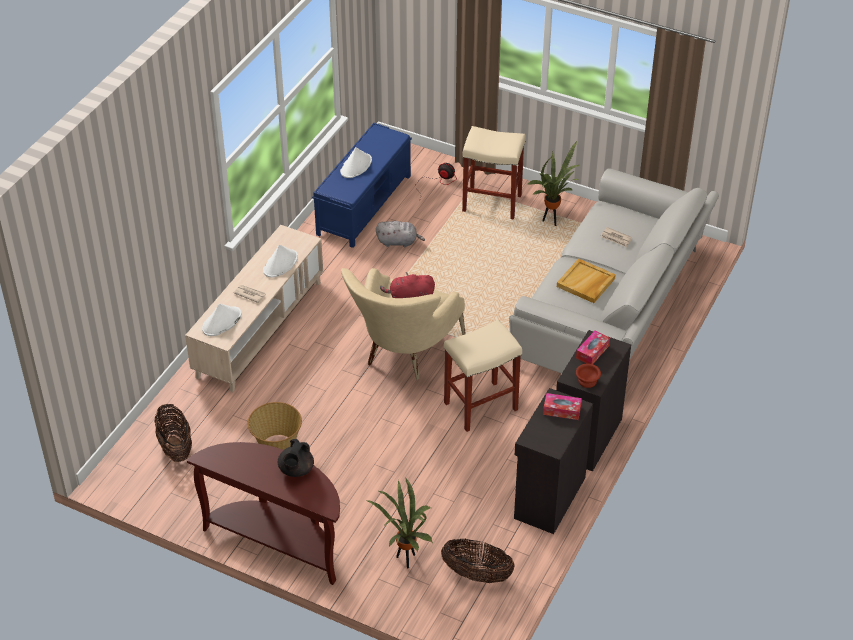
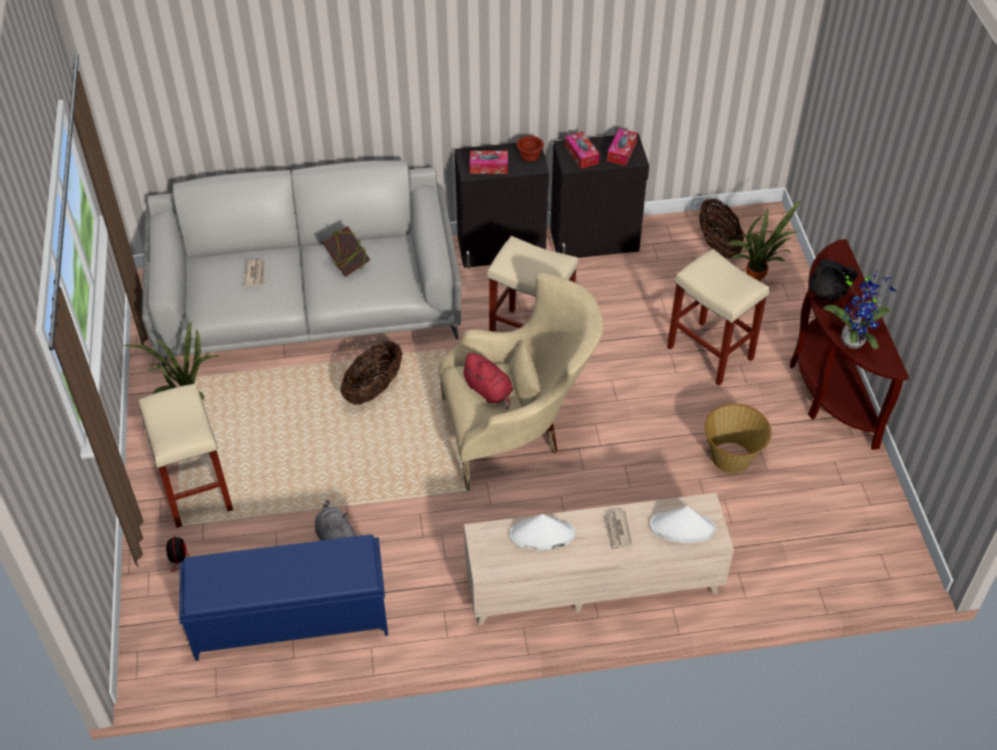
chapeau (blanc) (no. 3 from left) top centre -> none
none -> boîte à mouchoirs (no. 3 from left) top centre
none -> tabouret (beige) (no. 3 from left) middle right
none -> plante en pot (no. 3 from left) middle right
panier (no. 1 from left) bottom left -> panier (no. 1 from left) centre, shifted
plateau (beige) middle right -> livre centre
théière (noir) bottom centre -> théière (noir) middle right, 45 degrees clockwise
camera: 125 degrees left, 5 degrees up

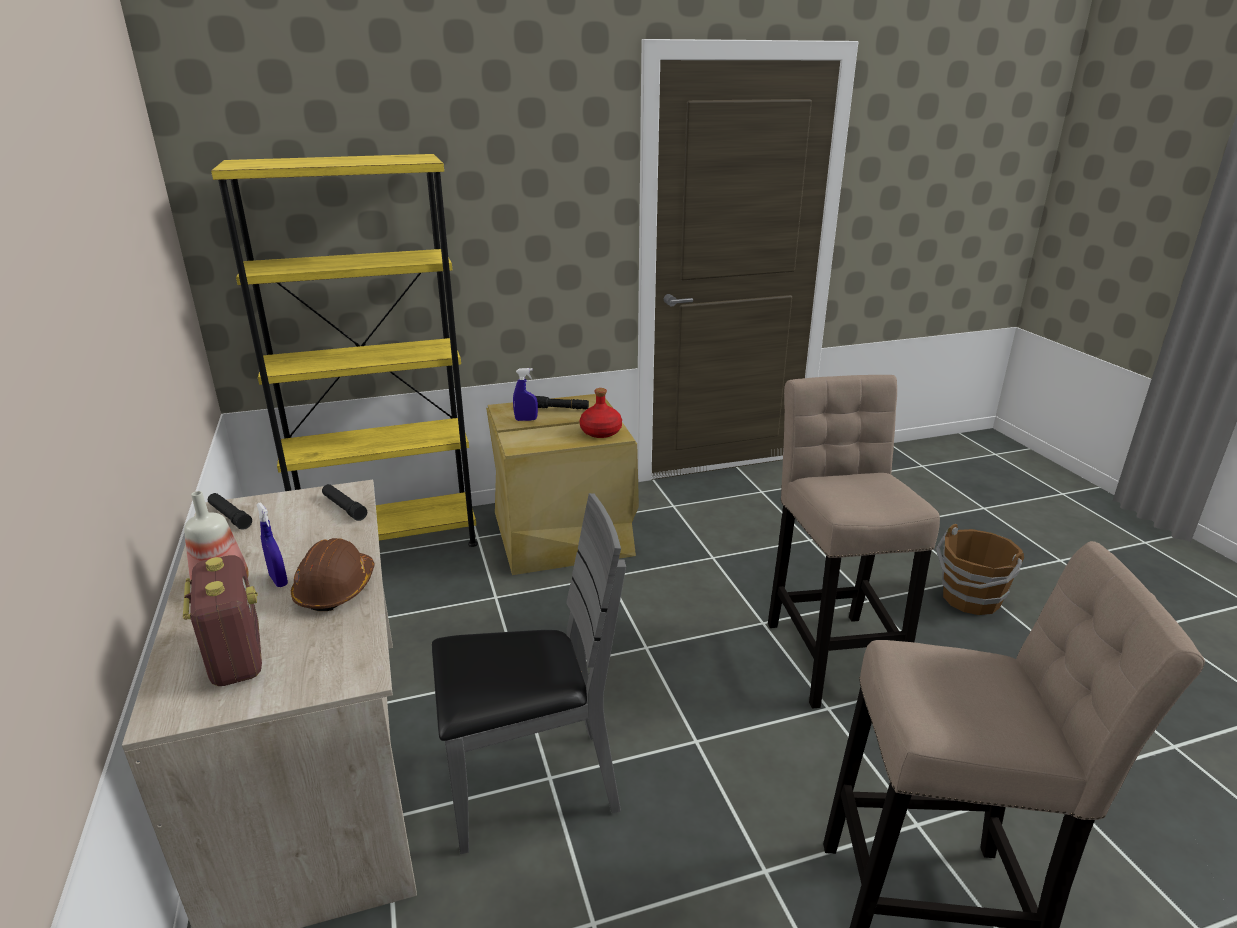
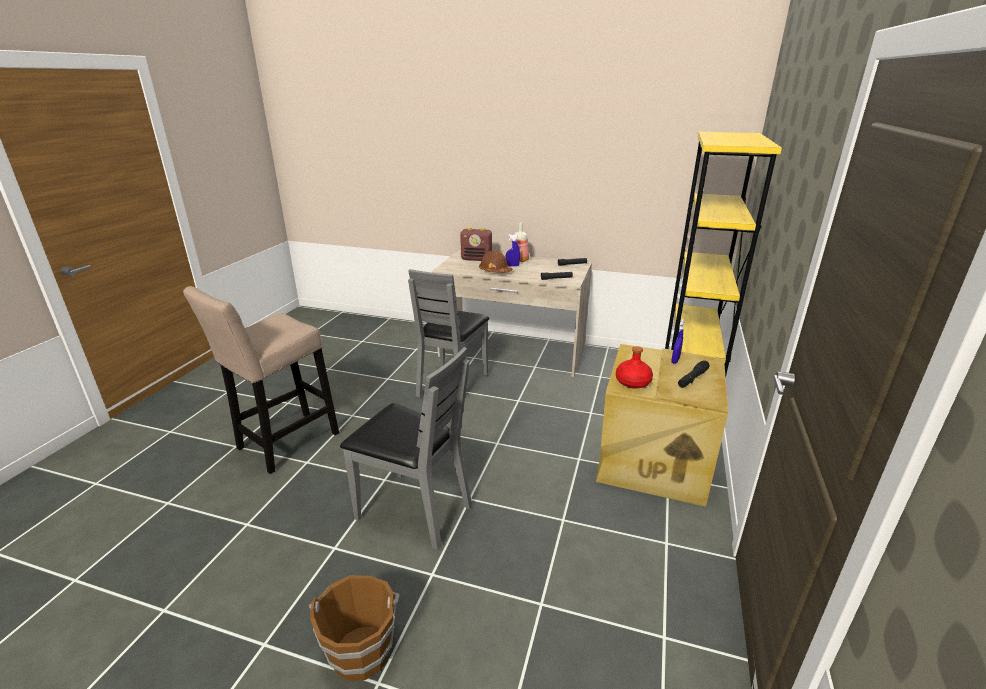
tabouret (beige) (no. 1 from left) middle right -> chaise (gris) (no. 1 from left) centre
camera: 125 degrees right, 0 degrees up

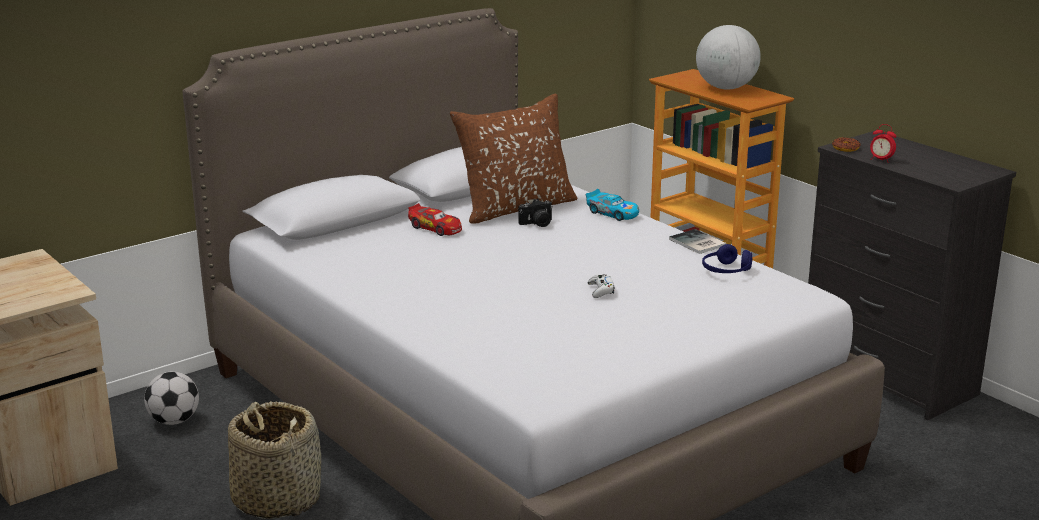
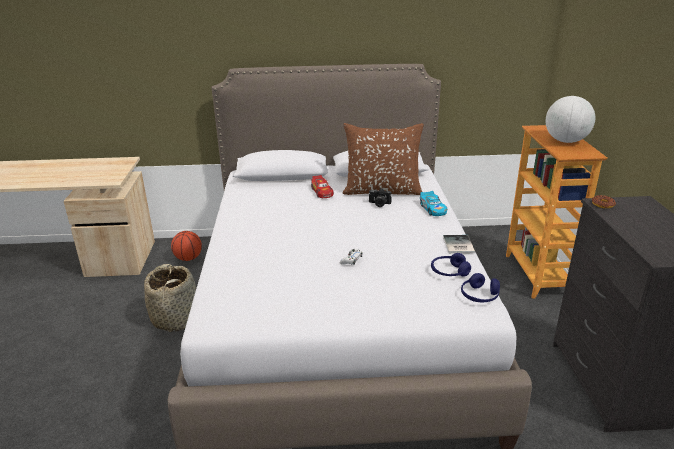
réveil top right -> none
none -> casque audio (bleu) (no. 2 from left) middle right
ballon de foot bottom left -> ballon de basket middle left
camera: 35 degrees right, 5 degrees up

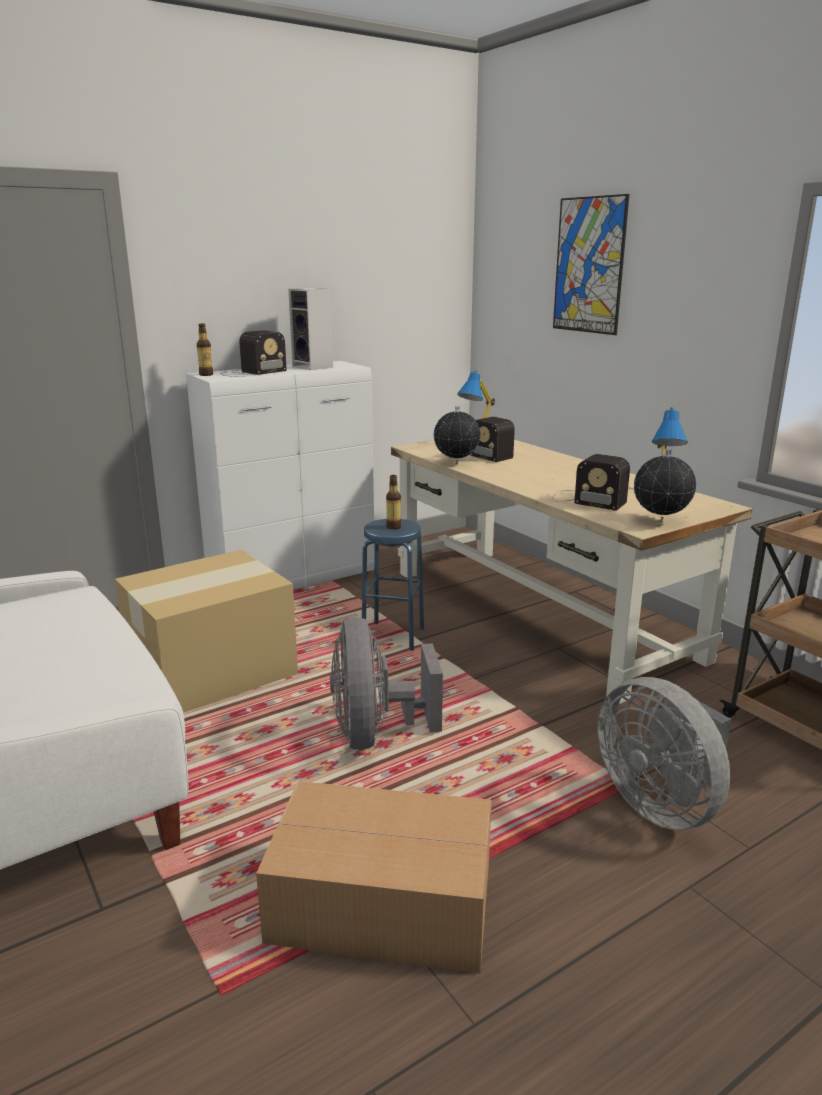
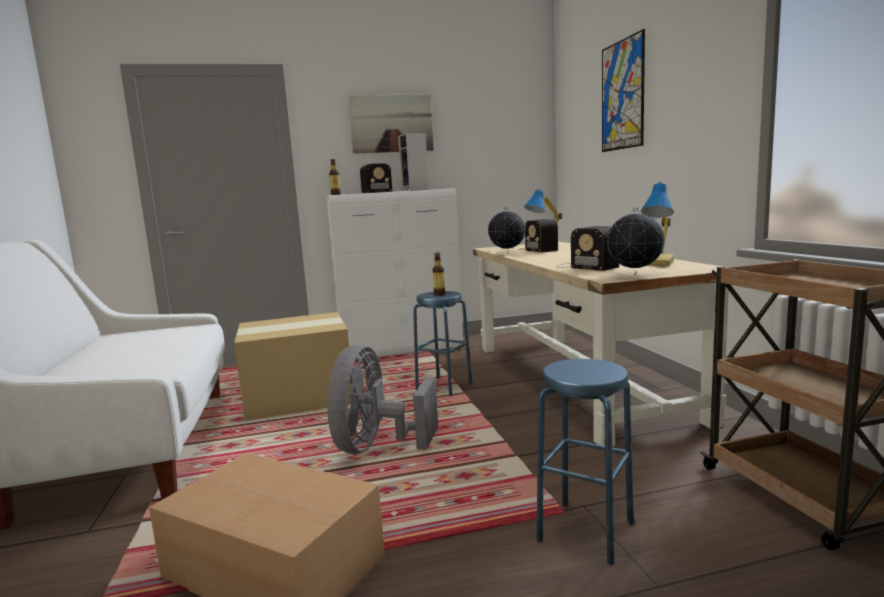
none -> tableau (no. 1 from left) top centre
ventilateur (gris) (no. 2 from left) bottom right -> tabouret (bleu) (no. 2 from left) bottom centre
camera: 20 degrees right, 10 degrees down

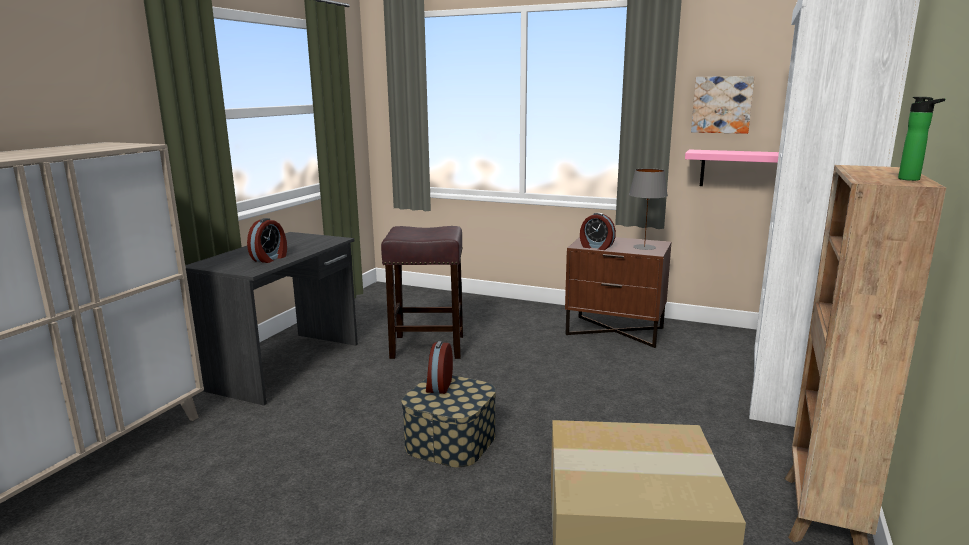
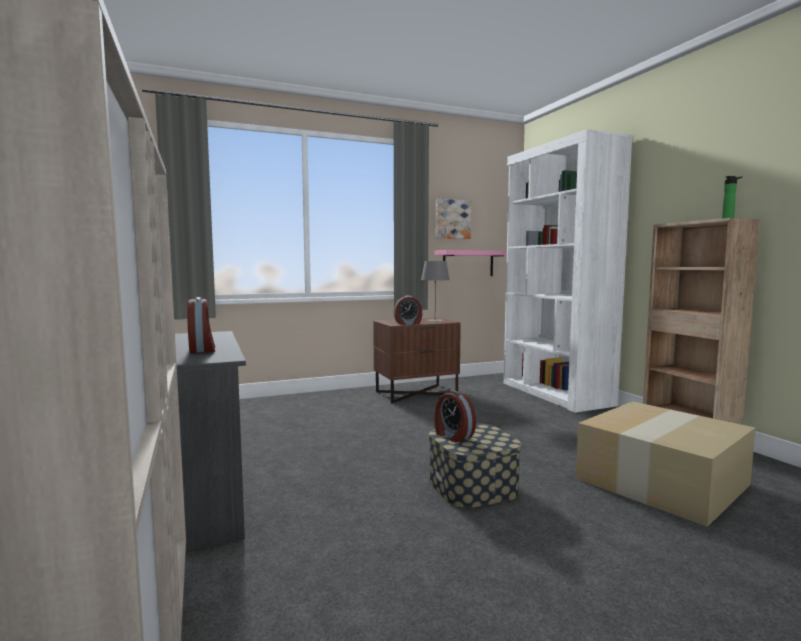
tabouret (marron) centre -> none
camera: 45 degrees left, 10 degrees down

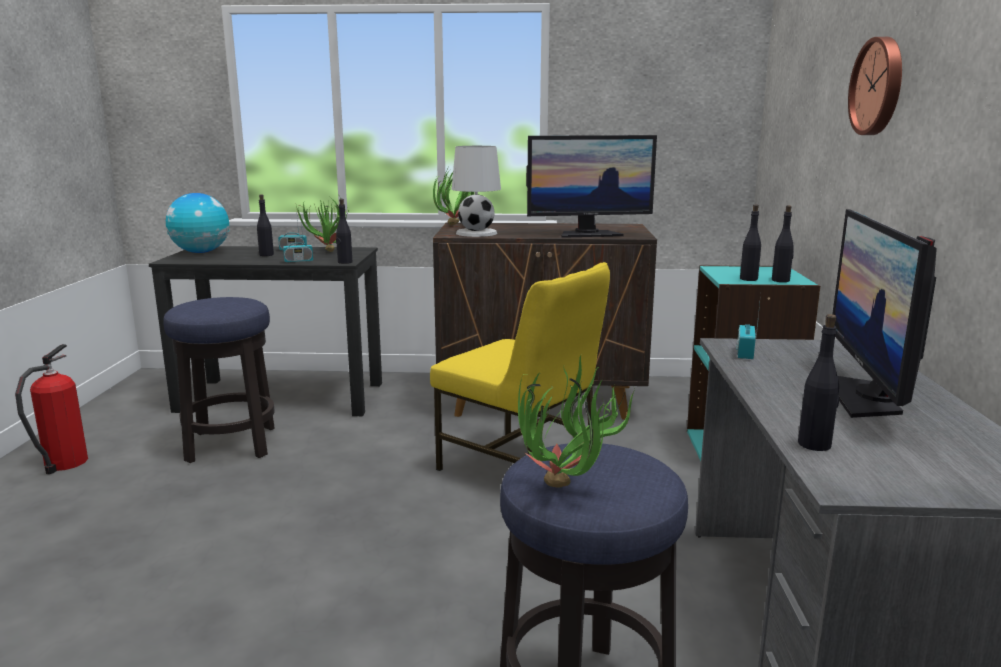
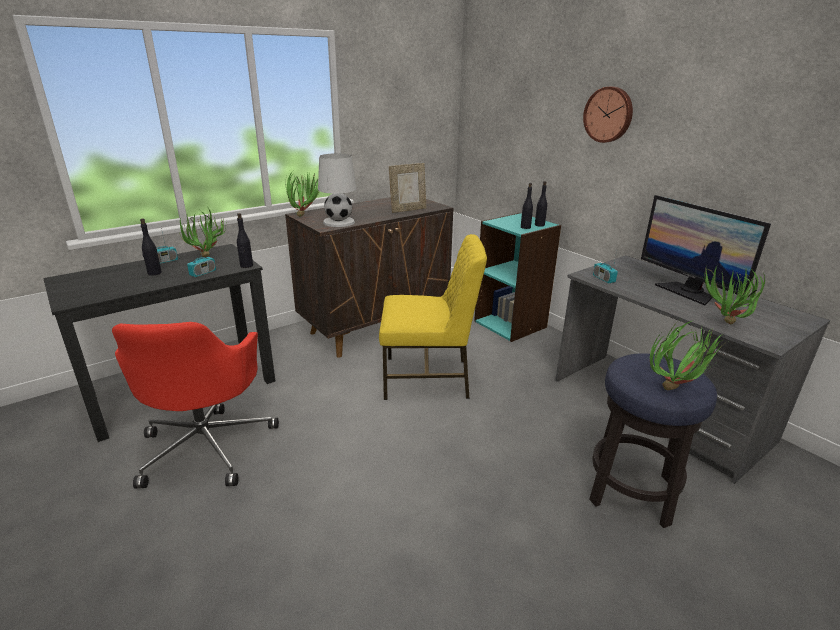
extincteur middle left -> none
globe middle left -> none
tabouret (no. 1 from left) middle left -> chaise de bureau (rouge) middle left
écran d'ordinateur (no. 1 from left) top centre -> cadre photo top centre
bouteille (noir) (no. 5 from left) middle right -> plante en pot (no. 4 from left) middle right
camera: 40 degrees left, 10 degrees up

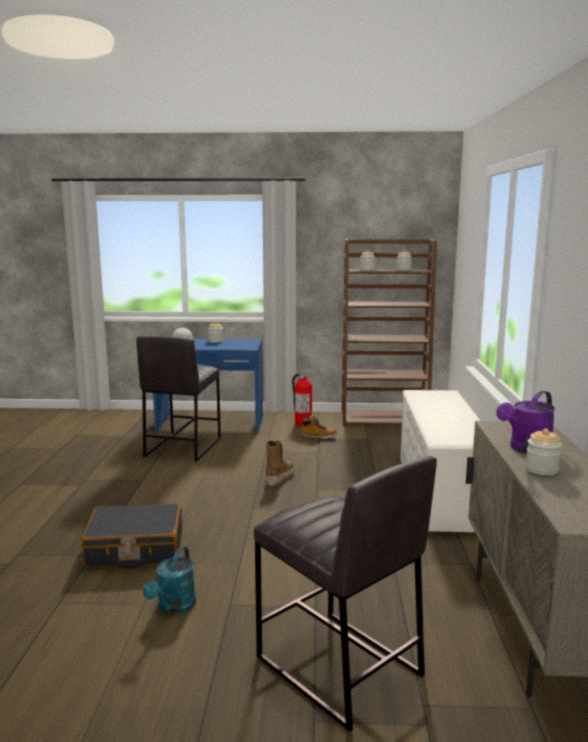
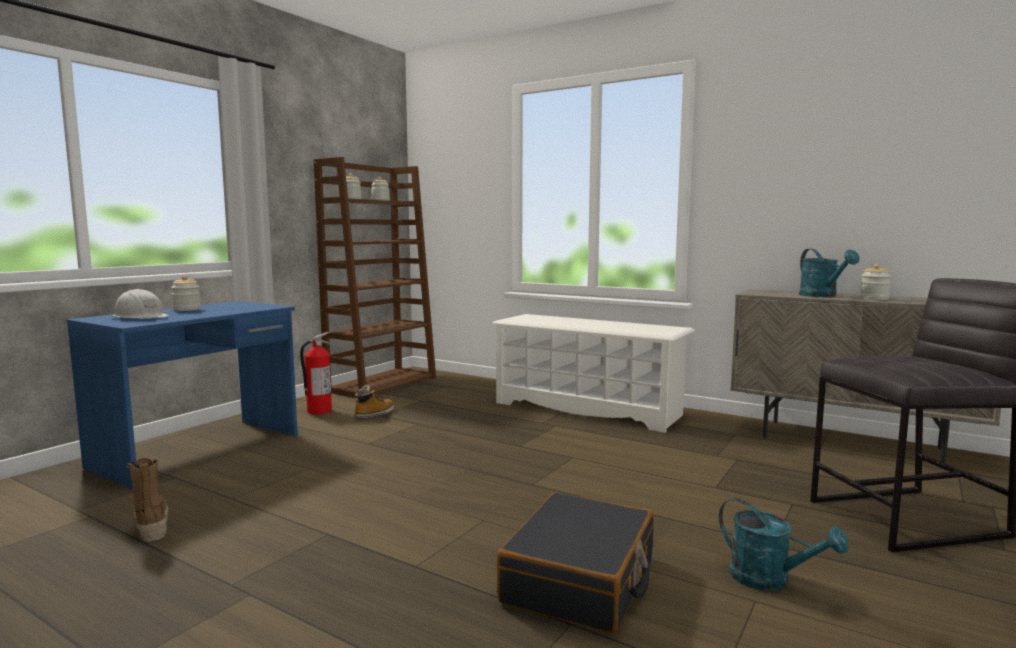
tabouret (gris) (no. 1 from left) middle left -> none
botte (no. 1 from left) centre -> botte (no. 1 from left) bottom left, shifted
arrosoir (violet) middle right -> arrosoir (turquoise) (no. 2 from left) middle right
camera: 60 degrees left, 5 degrees down

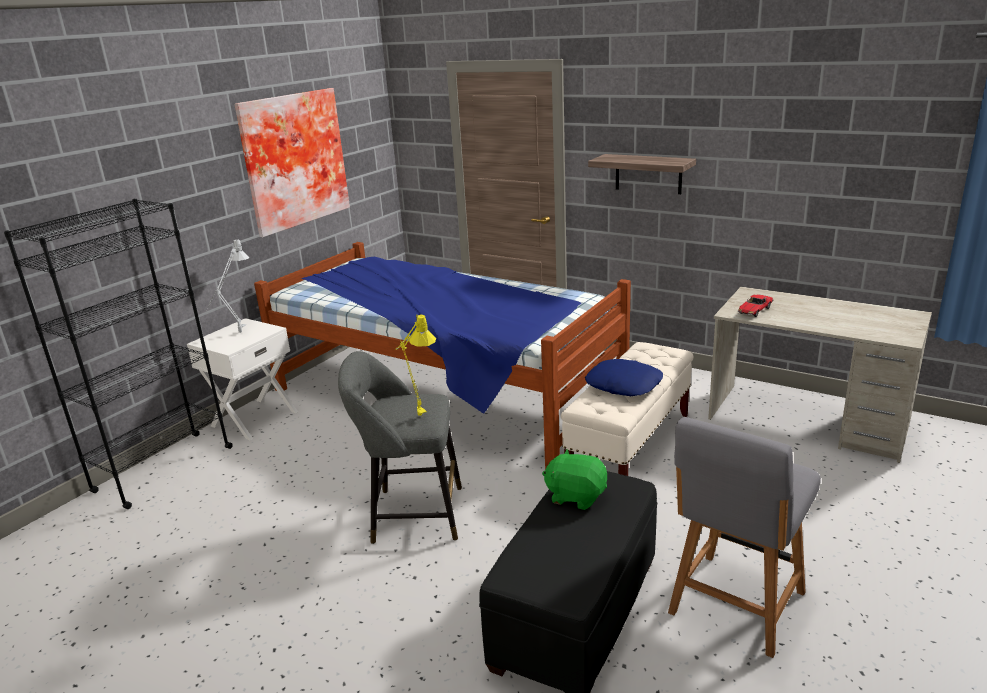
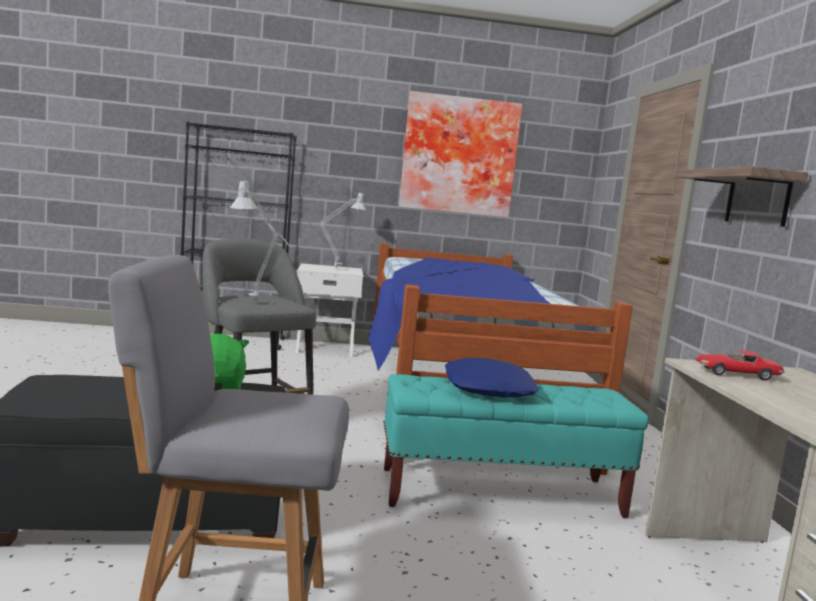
lampe de table (jaune) centre -> lampe de table (gris) (no. 1 from left) middle left
banc (beige) centre -> banc (turquoise) bottom centre
camera: 50 degrees right, 15 degrees down

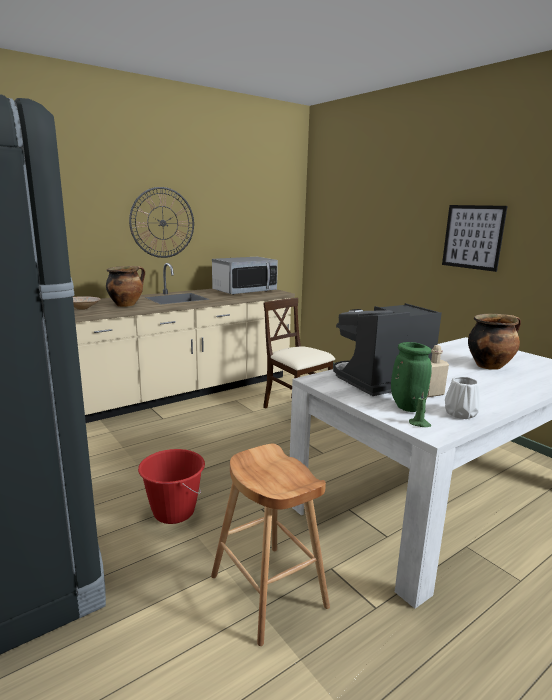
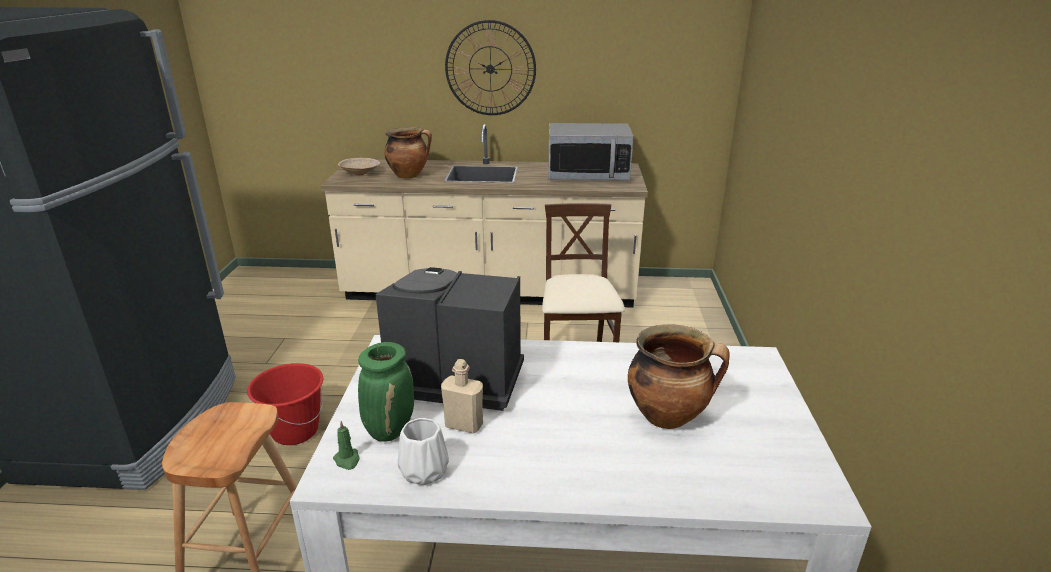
tableau middle right -> none
camera: 40 degrees right, 10 degrees up

